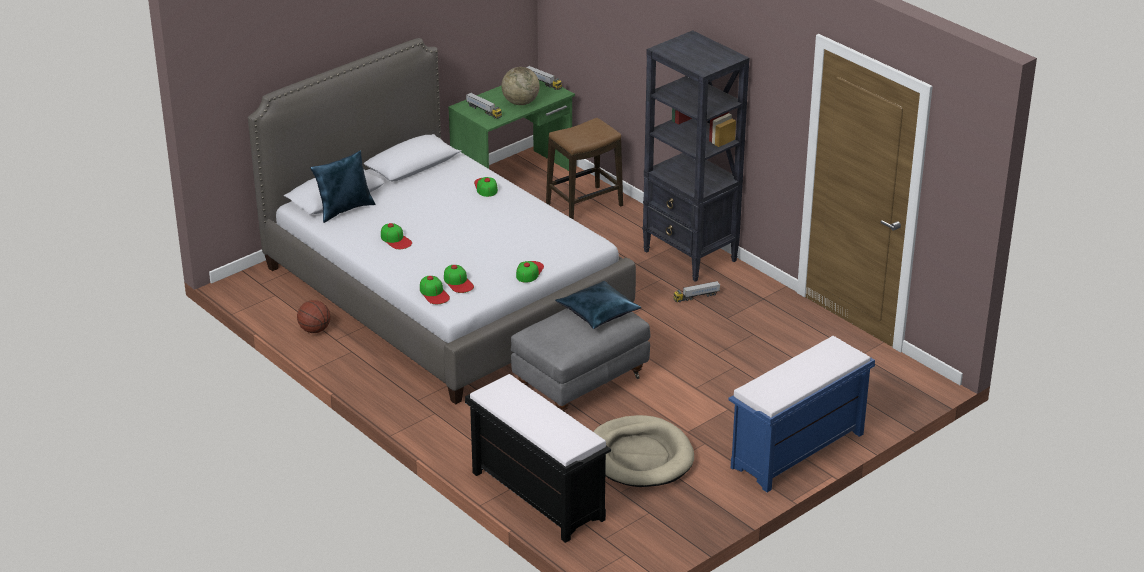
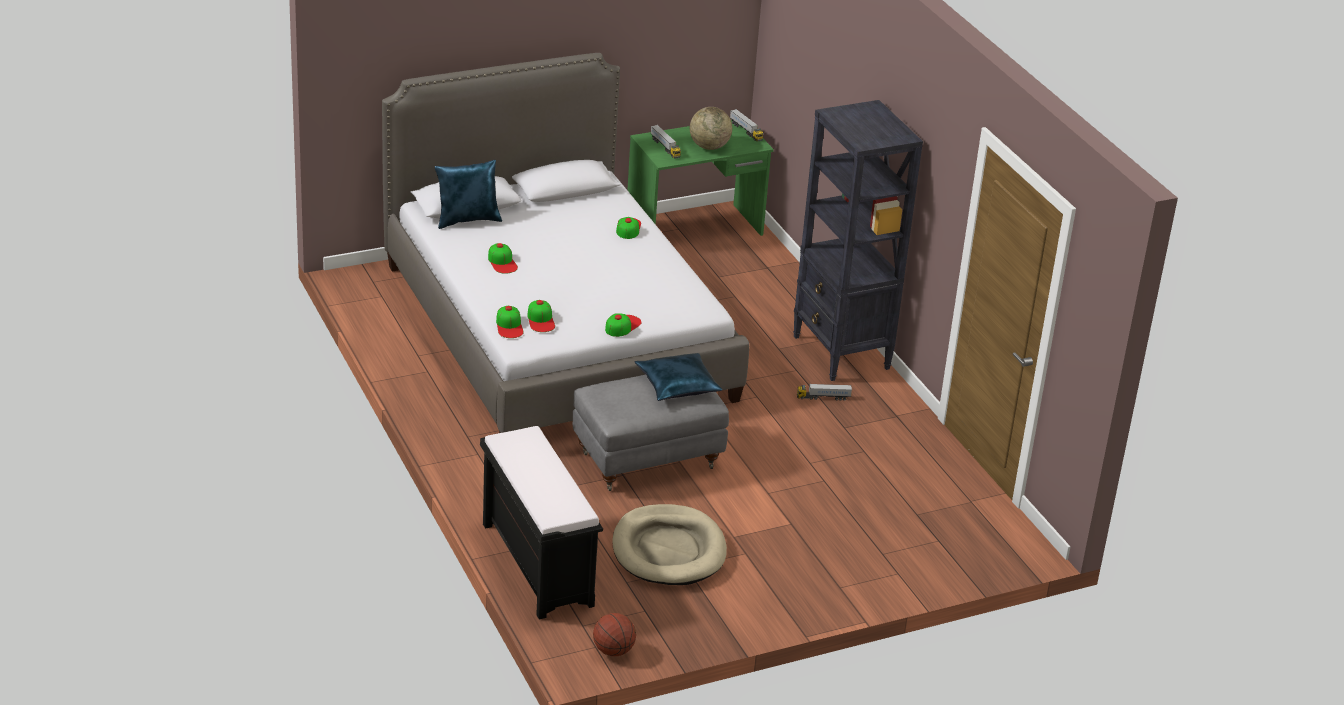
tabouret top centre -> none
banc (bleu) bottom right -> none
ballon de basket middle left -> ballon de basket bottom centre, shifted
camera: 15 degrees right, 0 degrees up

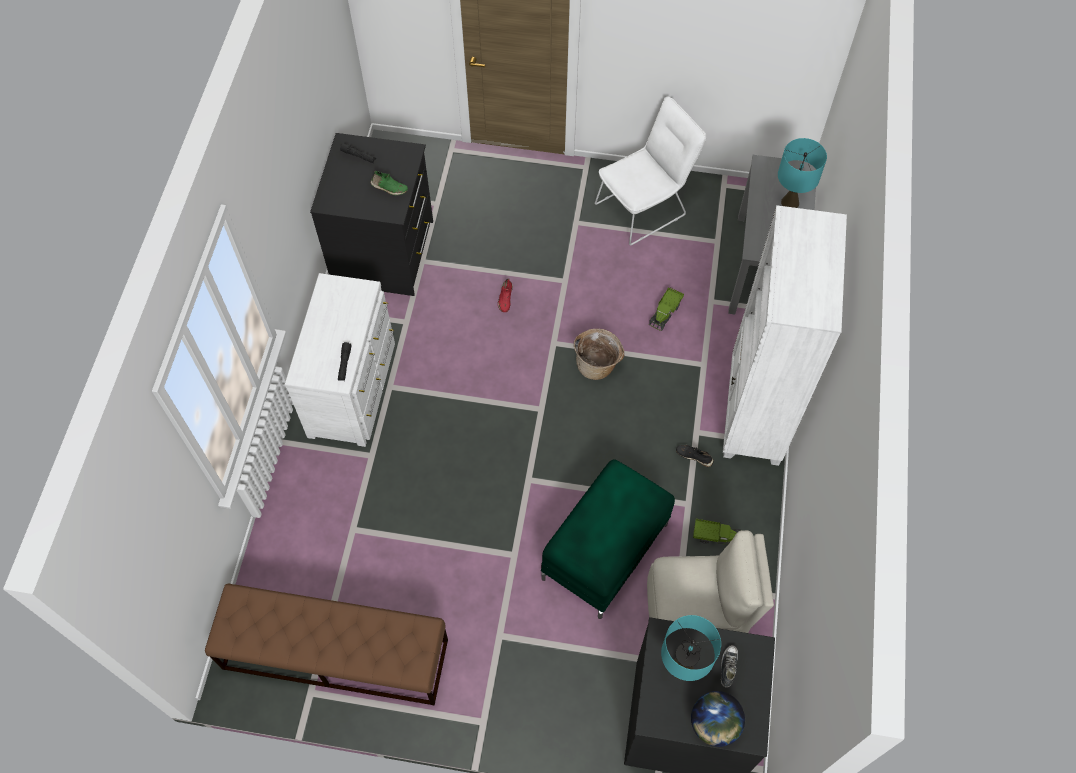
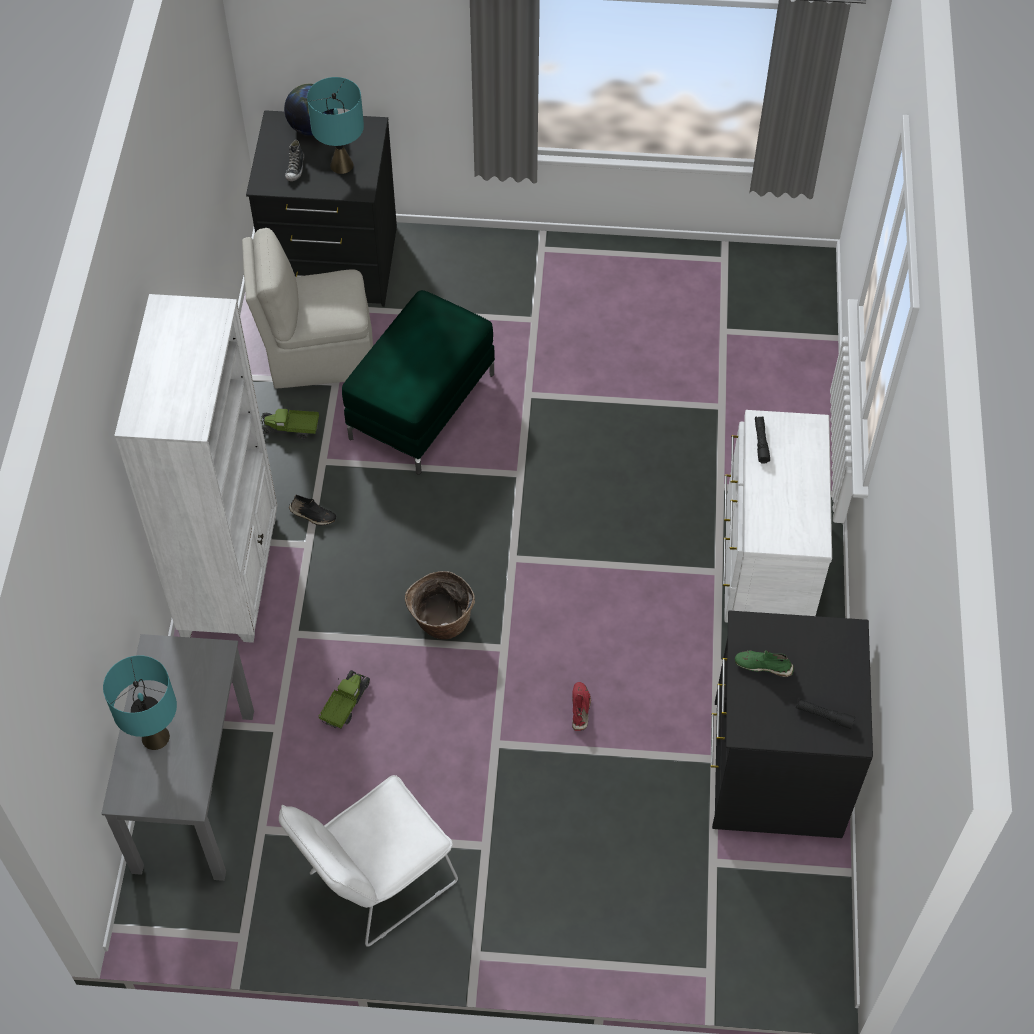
banc (marron) bottom left -> none
camera: 175 degrees right, 5 degrees down

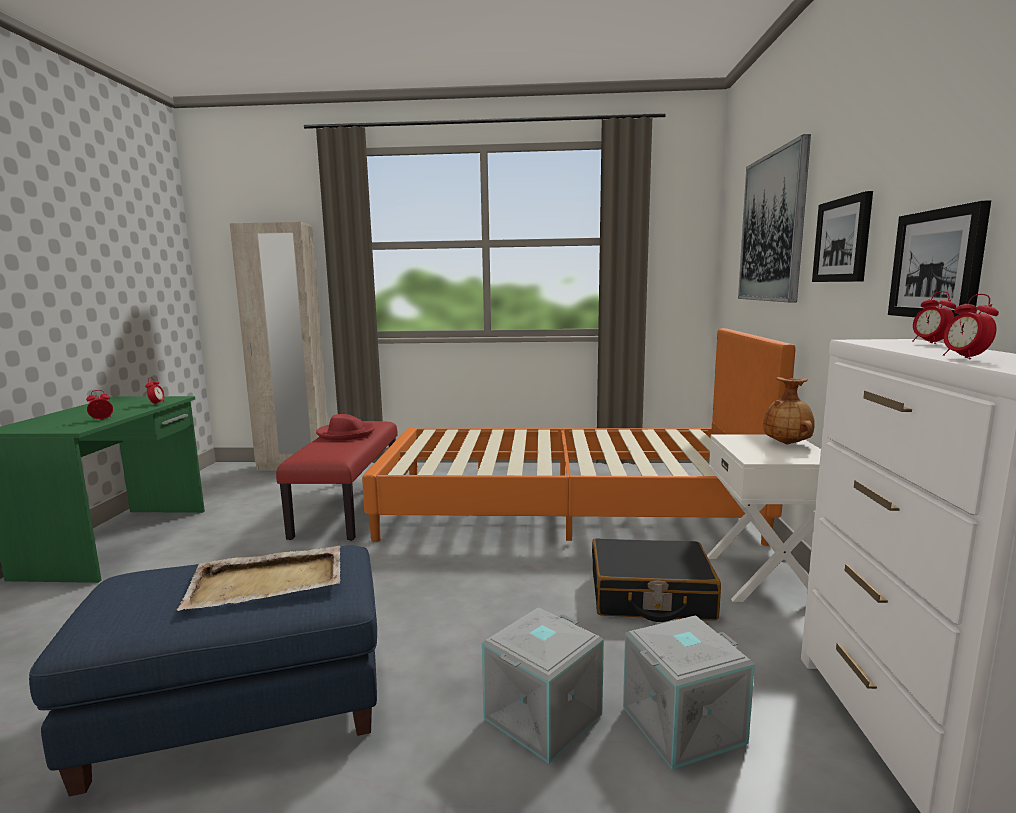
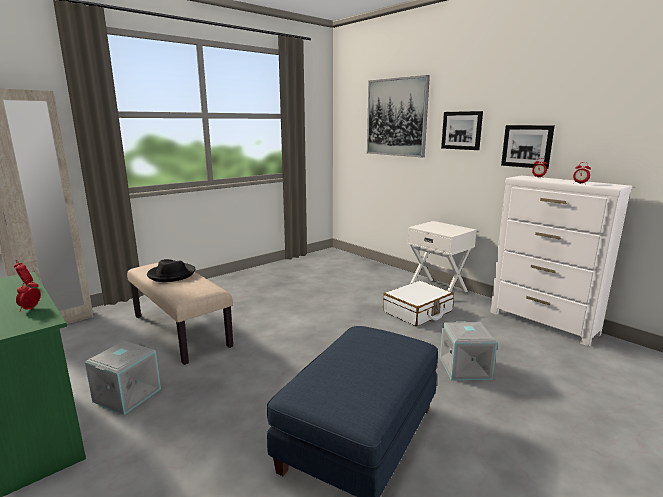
plateau (beige) bottom left -> none
lit (orange) centre -> none
vase (marron) middle right -> none
boîte de rangement (gris) (no. 2 from left in the first image) bottom right -> boîte de rangement (gris) (no. 1 from left) bottom left, shifted
banc (rouge) middle left -> banc (beige) middle left
chapeau (rouge) centre -> chapeau (noir) middle left
valise (noir) bottom centre -> valise (blanc) centre
camera: 45 degrees left, 5 degrees up

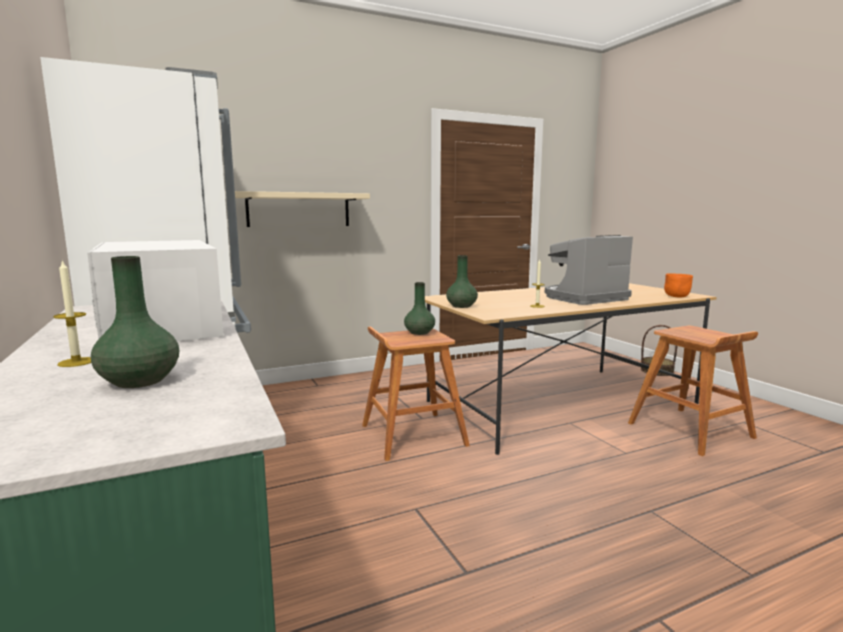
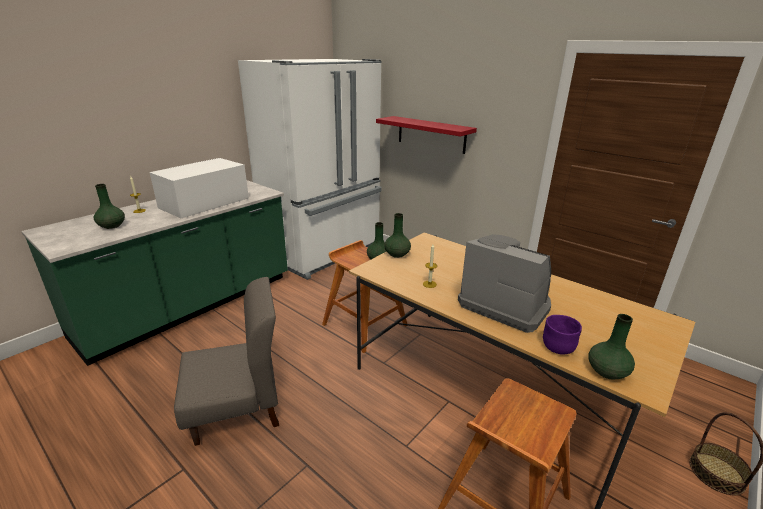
none -> chaise (gris) bottom left
none -> bol (violet) middle right
bol (orange) middle right -> vase (vert) (no. 4 from left) bottom right
étagère (beige) top centre -> étagère (rouge) top centre
camera: 65 degrees right, 15 degrees up

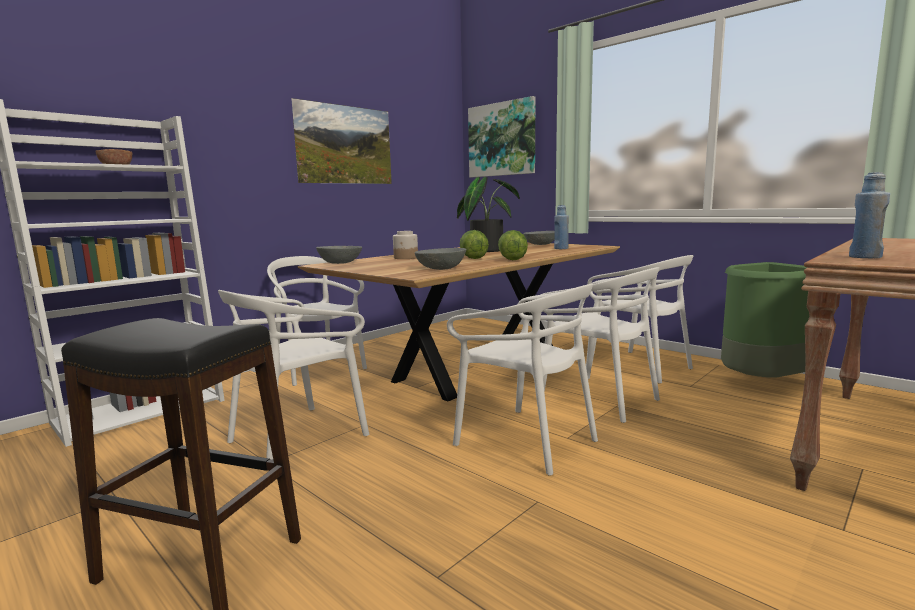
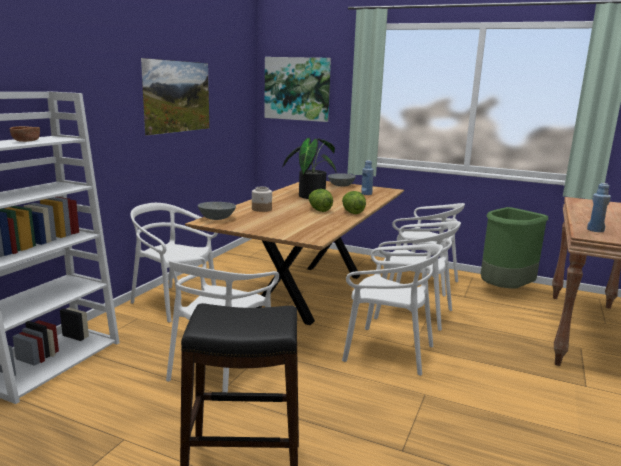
bol (gris) (no. 2 from left) centre -> none
camera: 20 degrees left, 5 degrees up

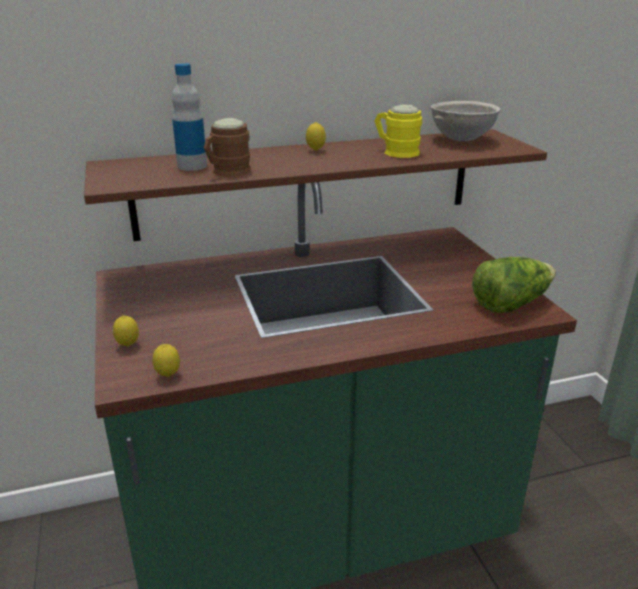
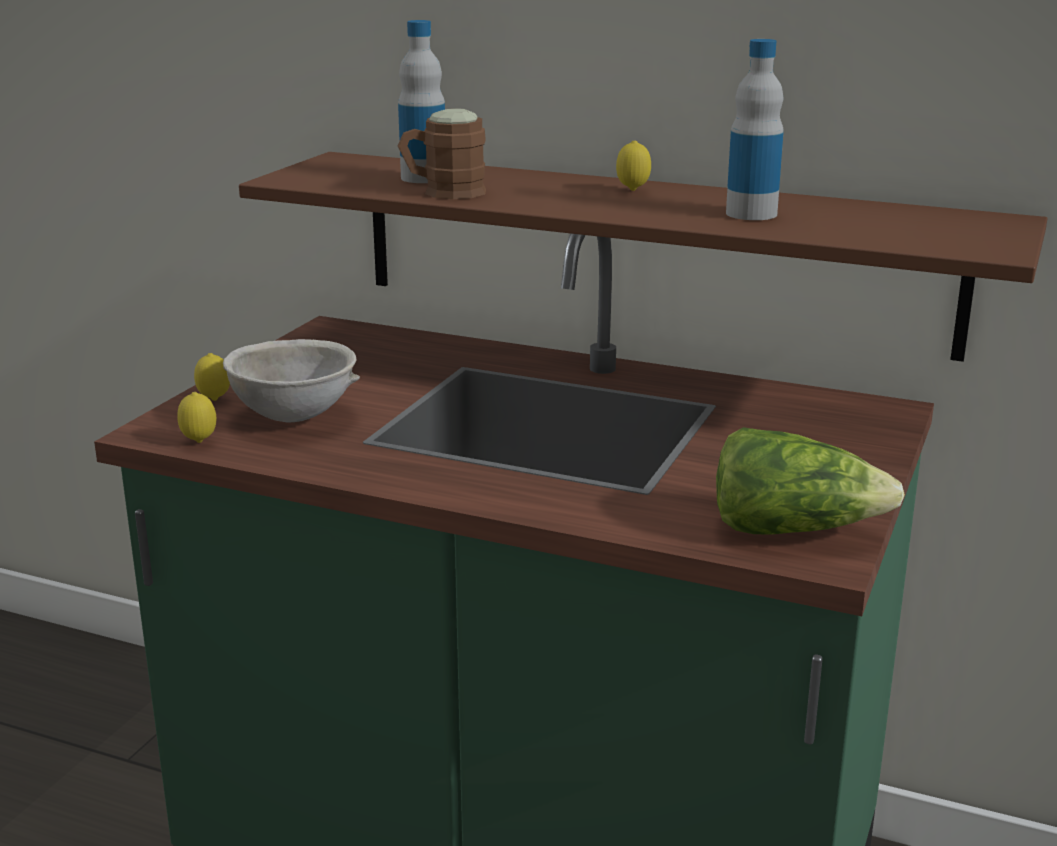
bol (gris) top right -> bol (gris) middle left, shifted
mug (jaune) top centre -> bouteille (no. 2 from left) top right
camera: 40 degrees right, 5 degrees down

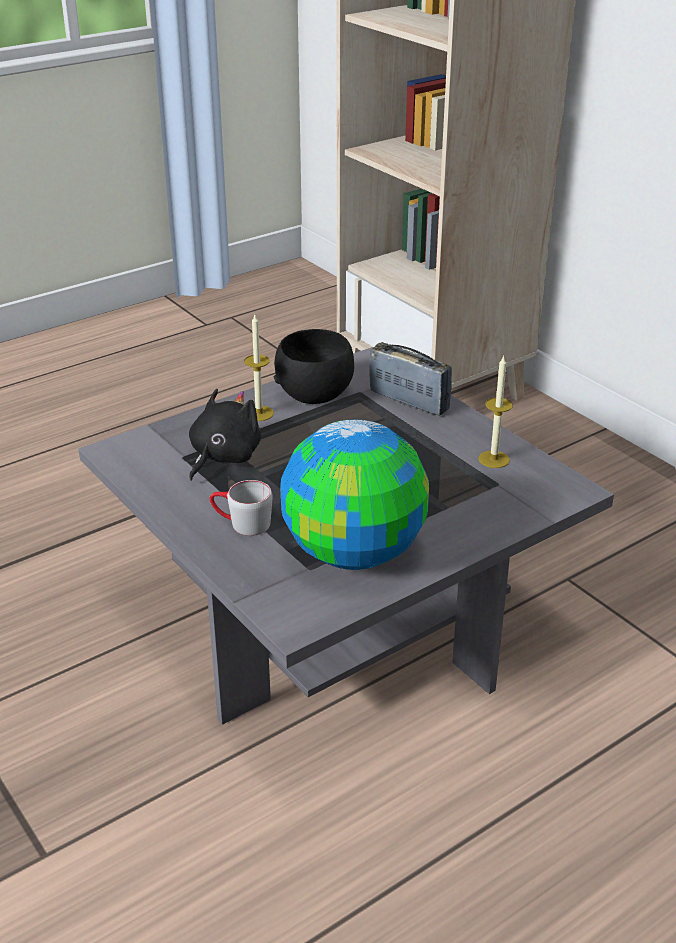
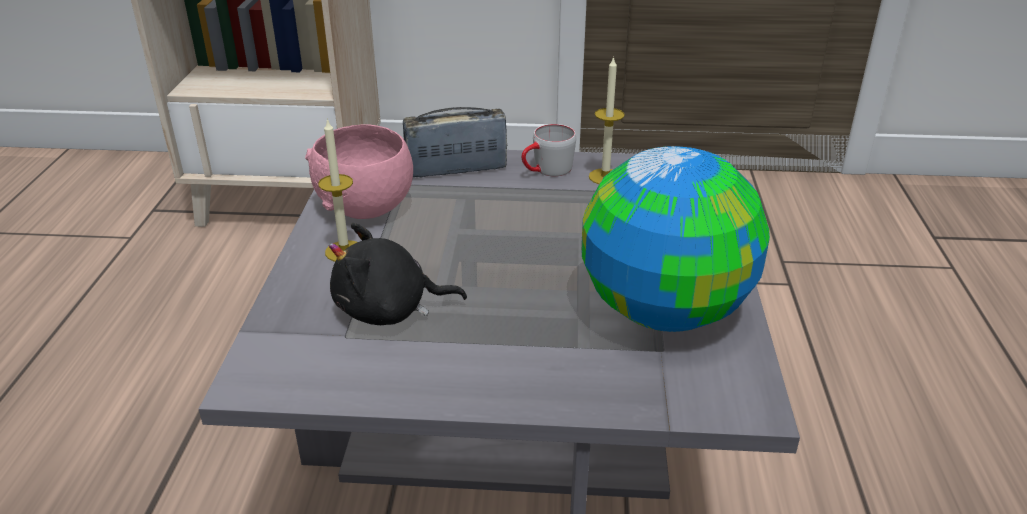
mug (gris) centre -> mug (gris) top centre, shifted
bol (noir) centre -> bol (rose) top centre
peluche (noir) middle left -> peluche (noir) centre, 75 degrees counterclockwise
camera: 50 degrees left, 0 degrees up

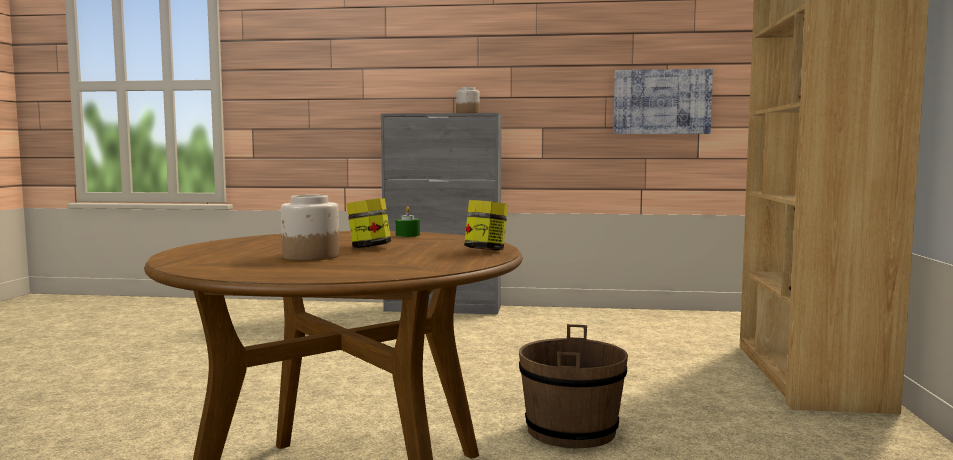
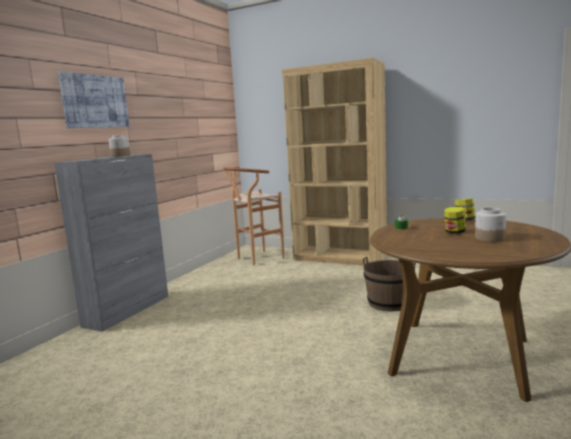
none -> tabouret (marron) centre
tableau top right -> tableau top left, shifted
camera: 70 degrees left, 5 degrees up

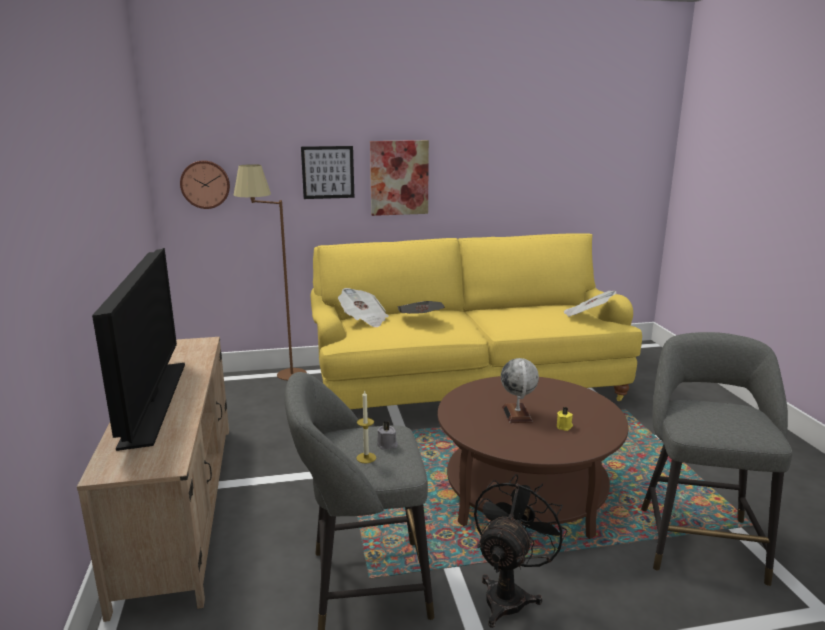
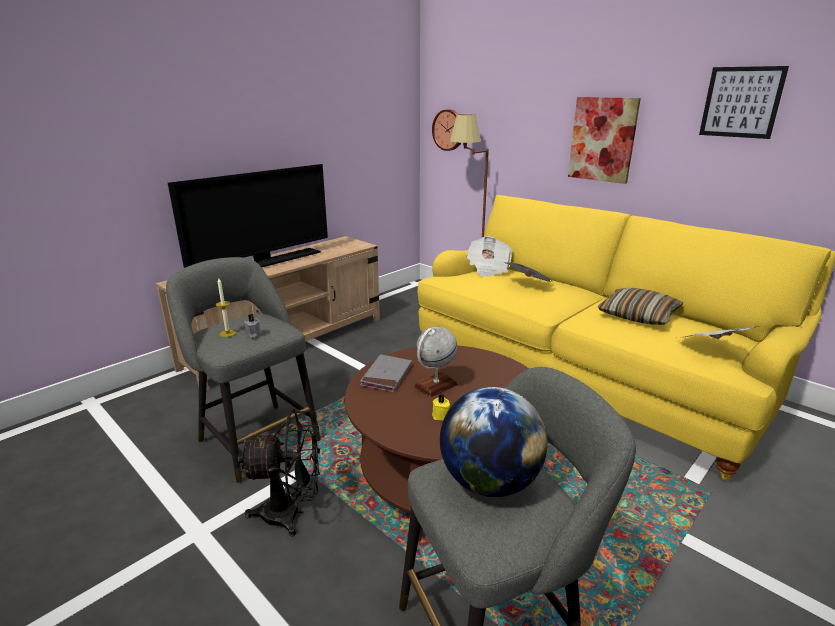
none -> livre (gris) centre
none -> globe (no. 2 from left) bottom centre
none -> coussin middle right
tableau (no. 1 from left in the first image) top centre -> tableau (no. 2 from left) top right, shifted
camera: 55 degrees right, 5 degrees up

